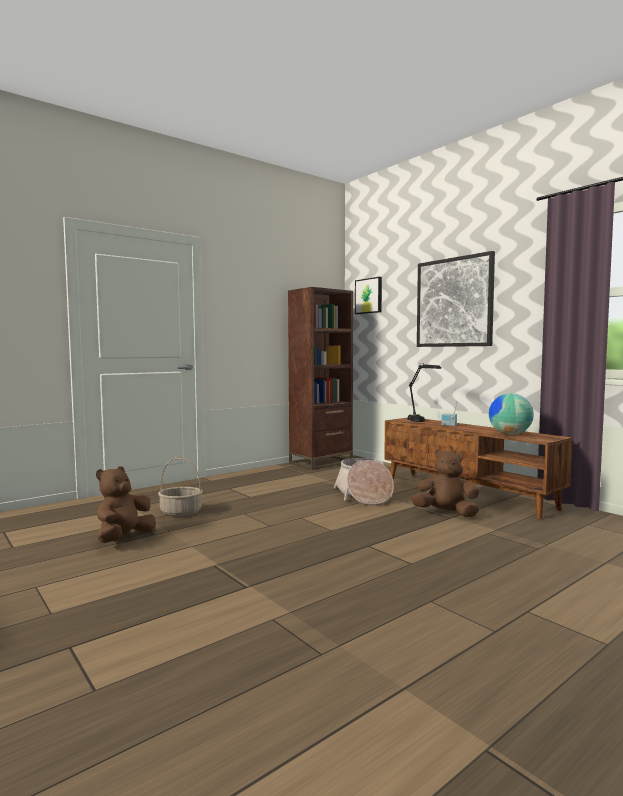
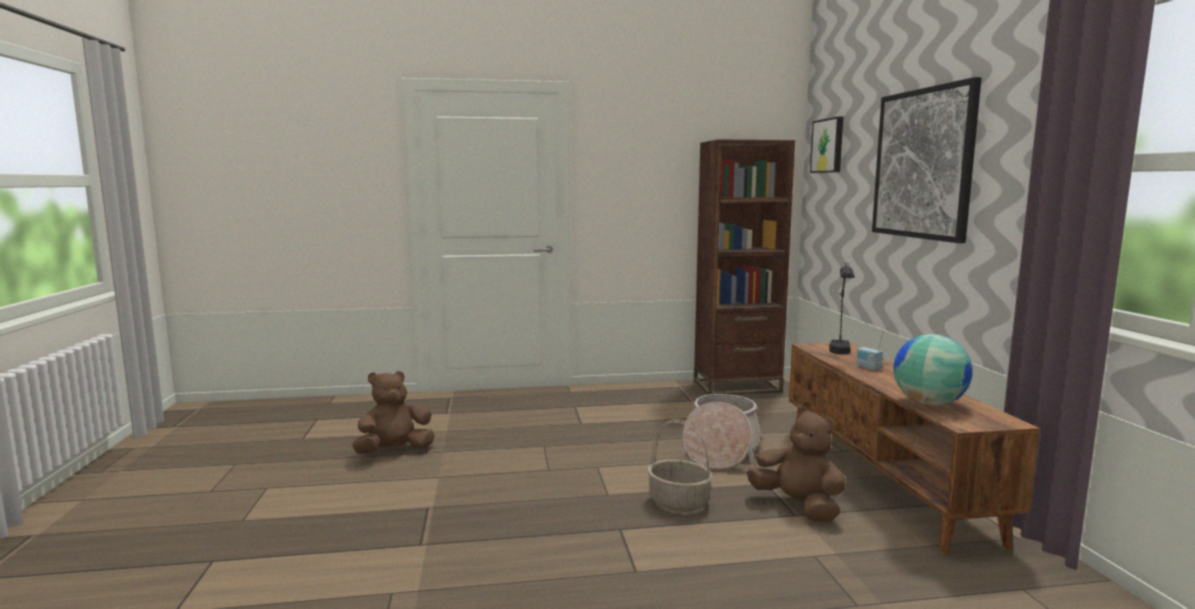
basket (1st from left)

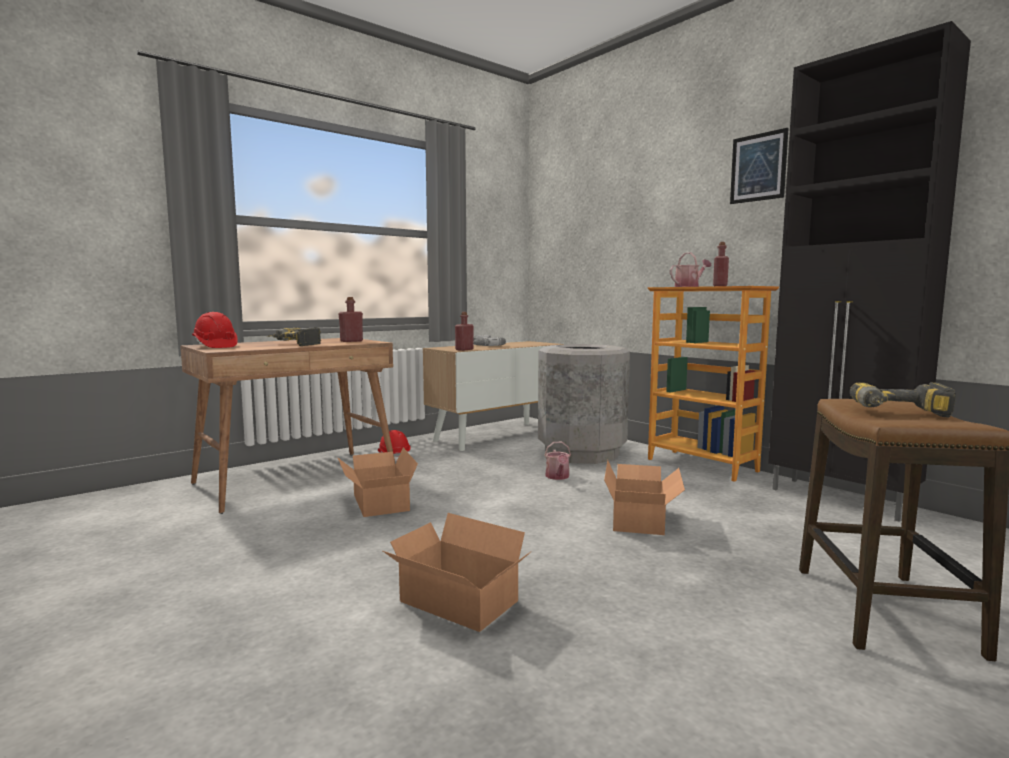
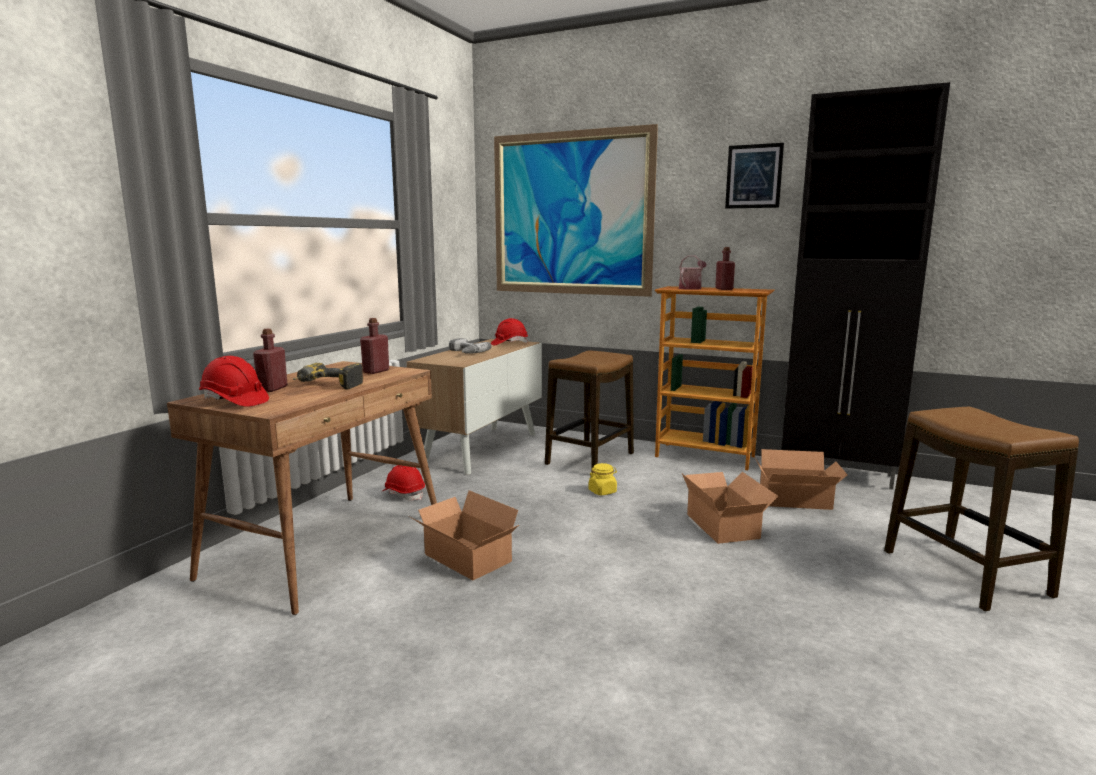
power drill (3rd from left in the first image); hard hat in red (3rd from left); picture (1st from left); cardboard box (3rd from left); bottle in red (1st from left); stool (1st from left); jar in yellow

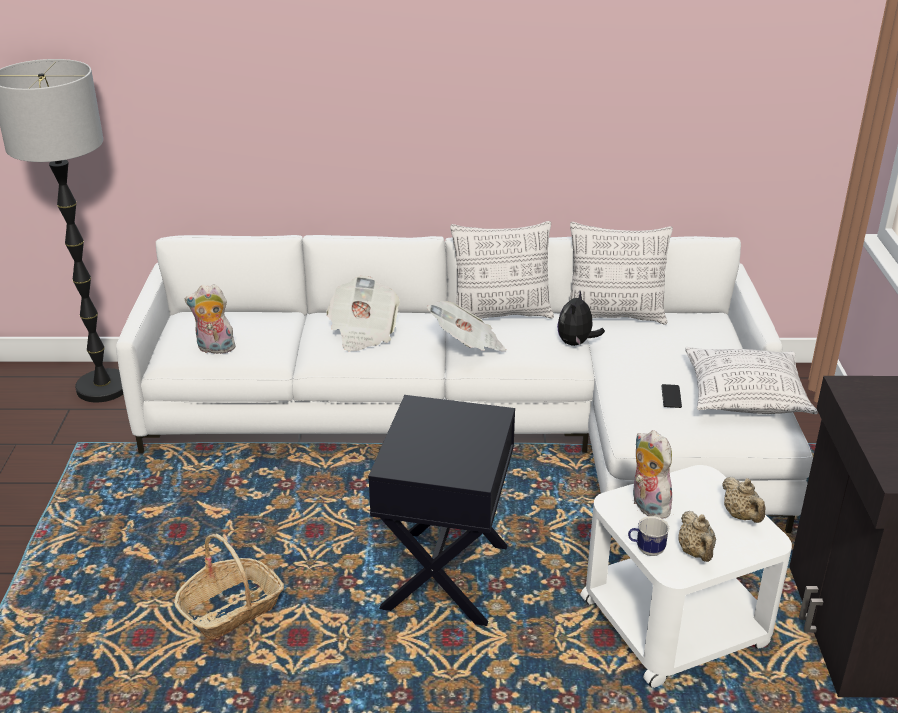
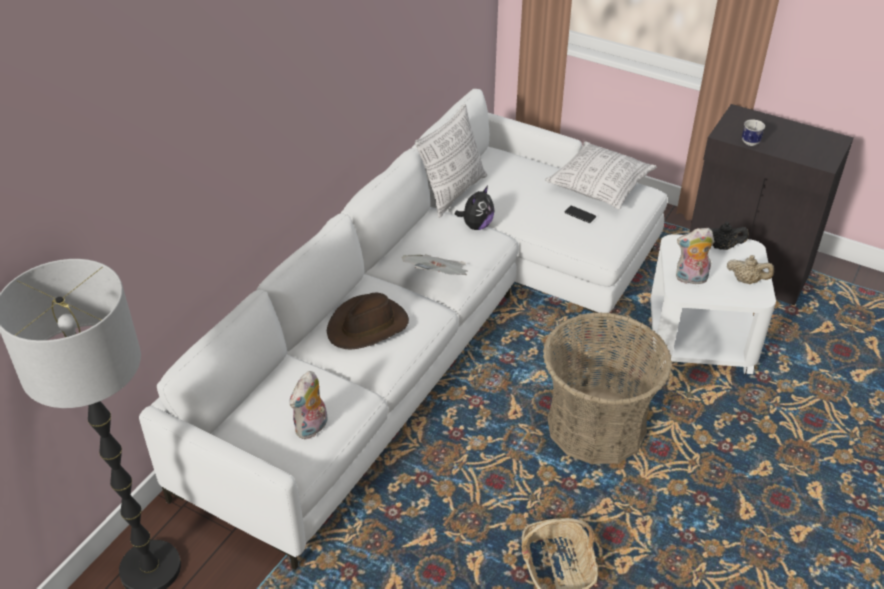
pillow (1st from left in the first image); mug; hat in brown; basket (2nd from left); teapot in black; plush toy (2nd from left)

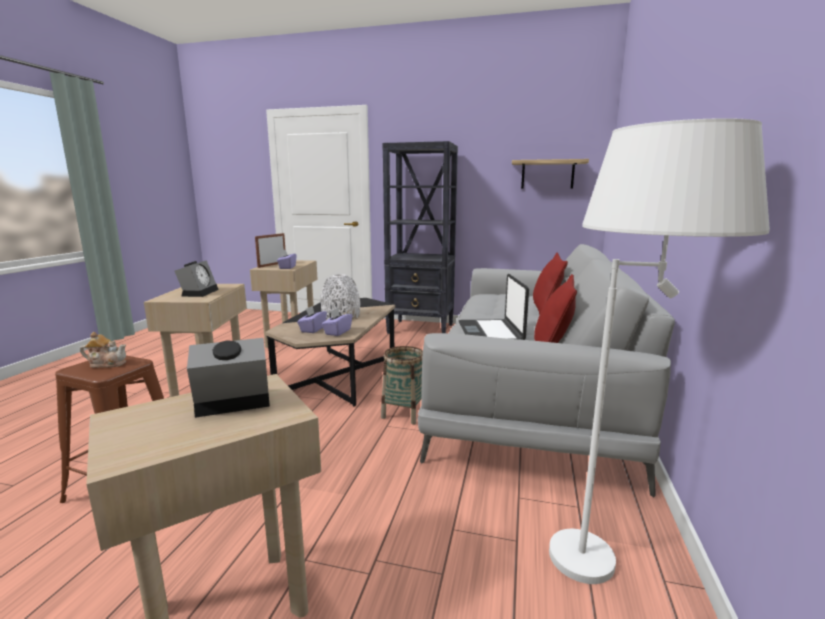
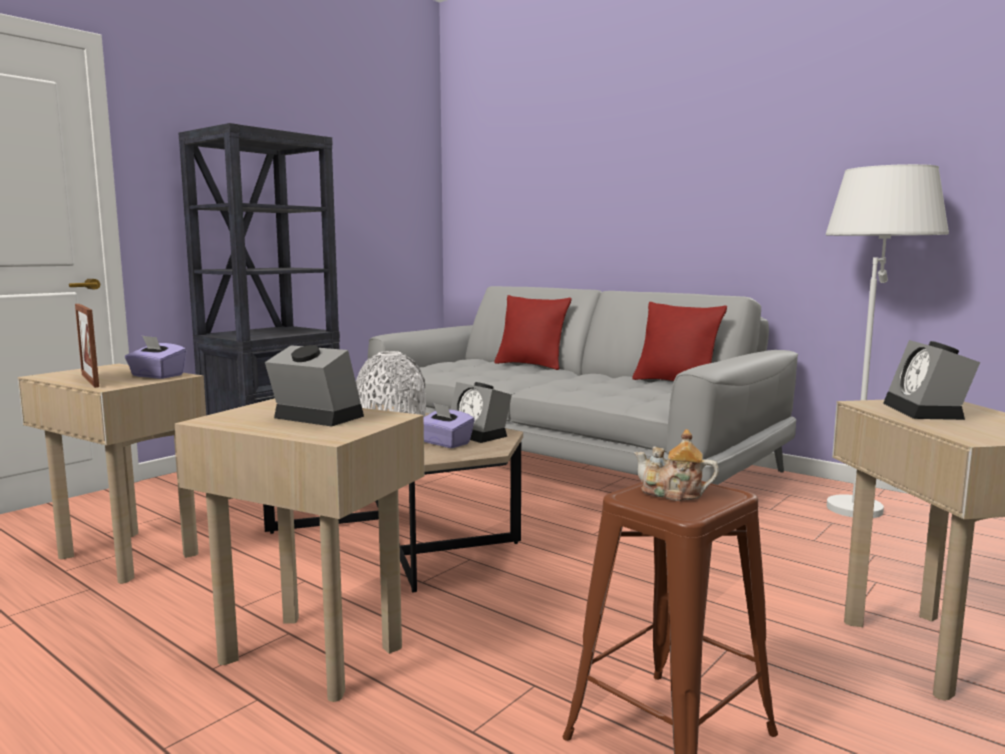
basket; laptop; shelf; alarm clock (2nd from left); teapot

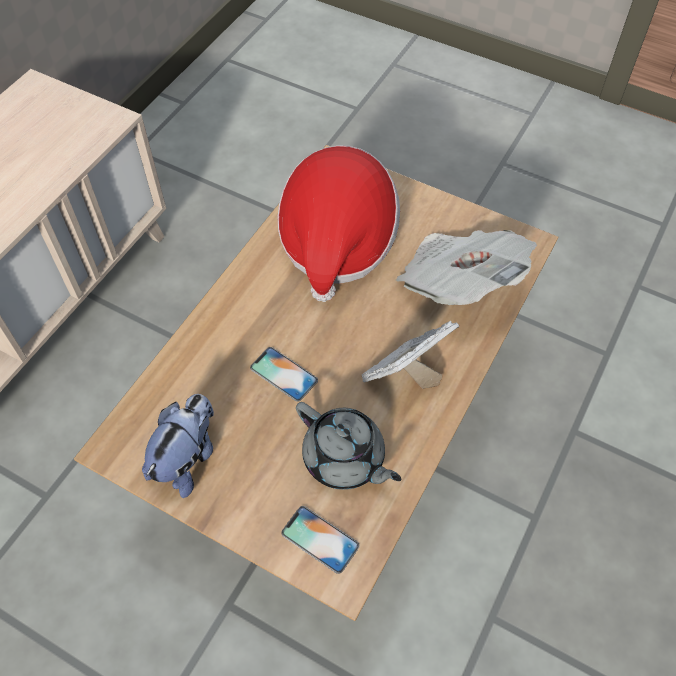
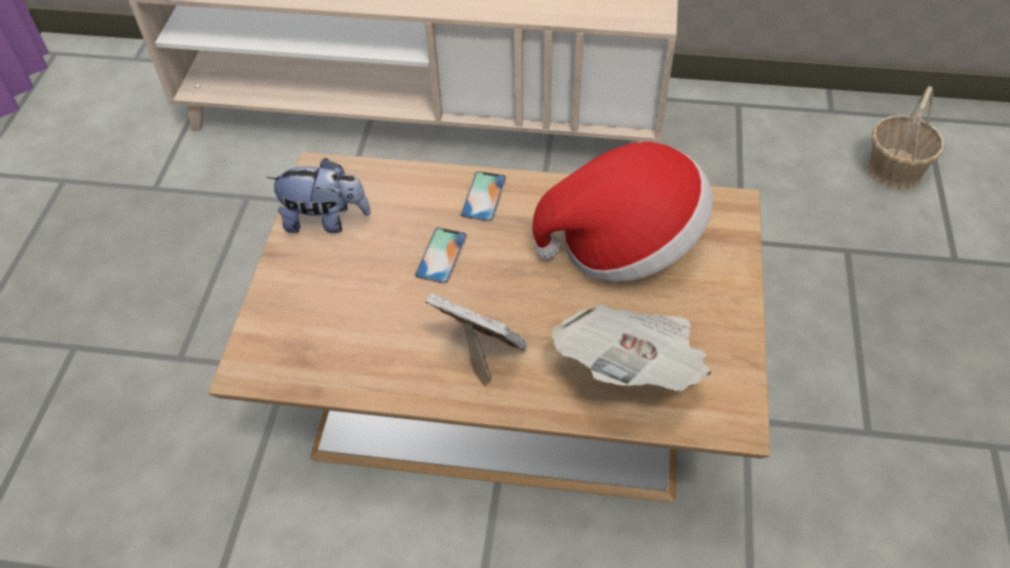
teapot in grey; basket; phone (2nd from left)

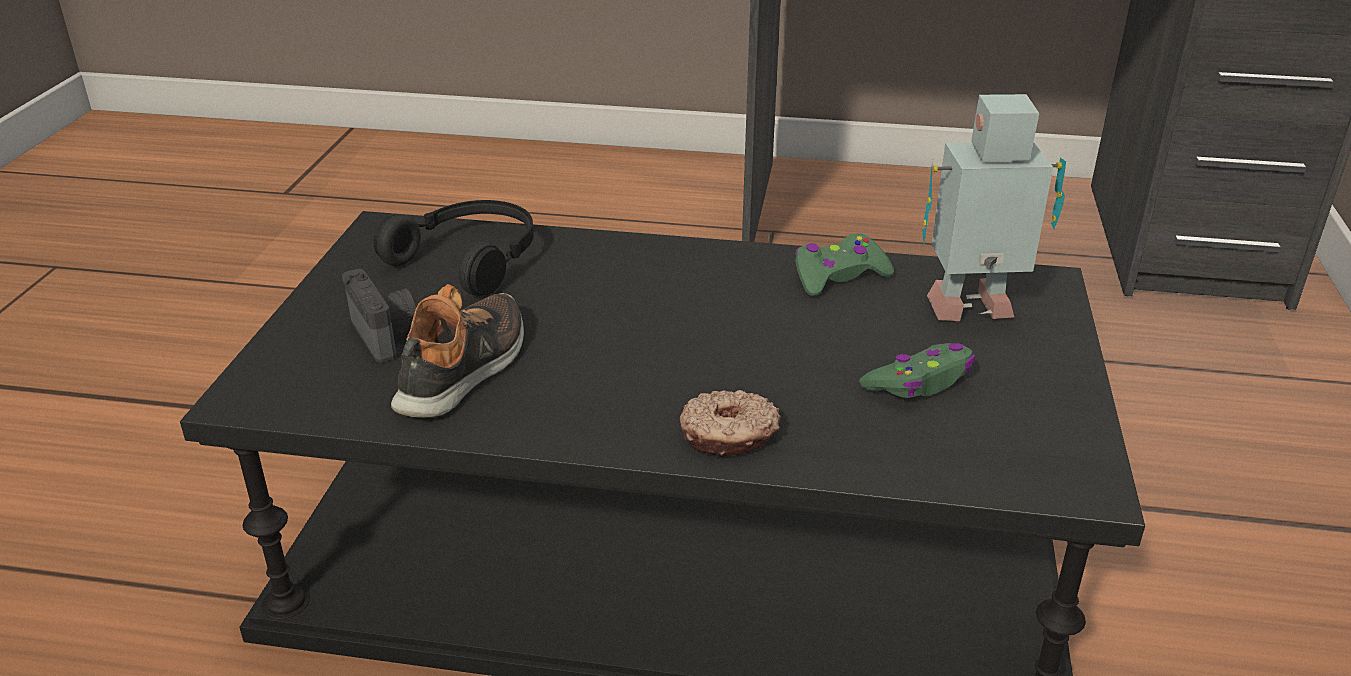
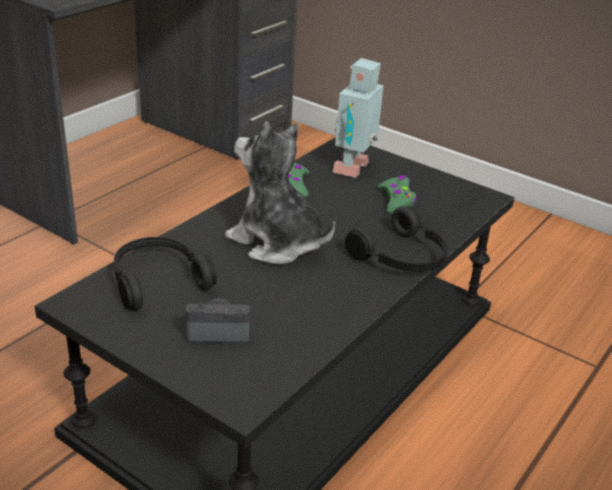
shoe; plush toy; headphones in black (2nd from left)

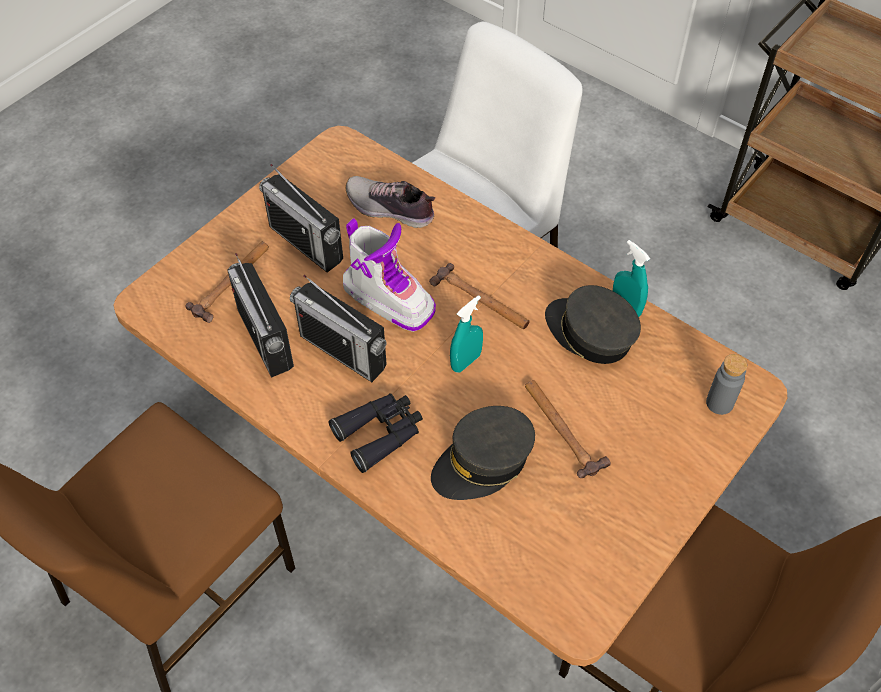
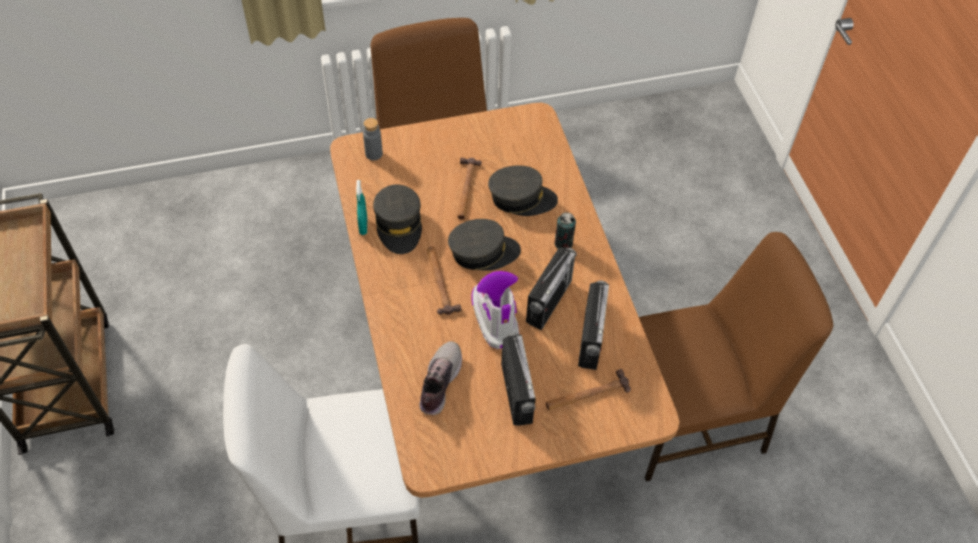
can; cap in grey (2nd from left); radio (2nd from left); shoe

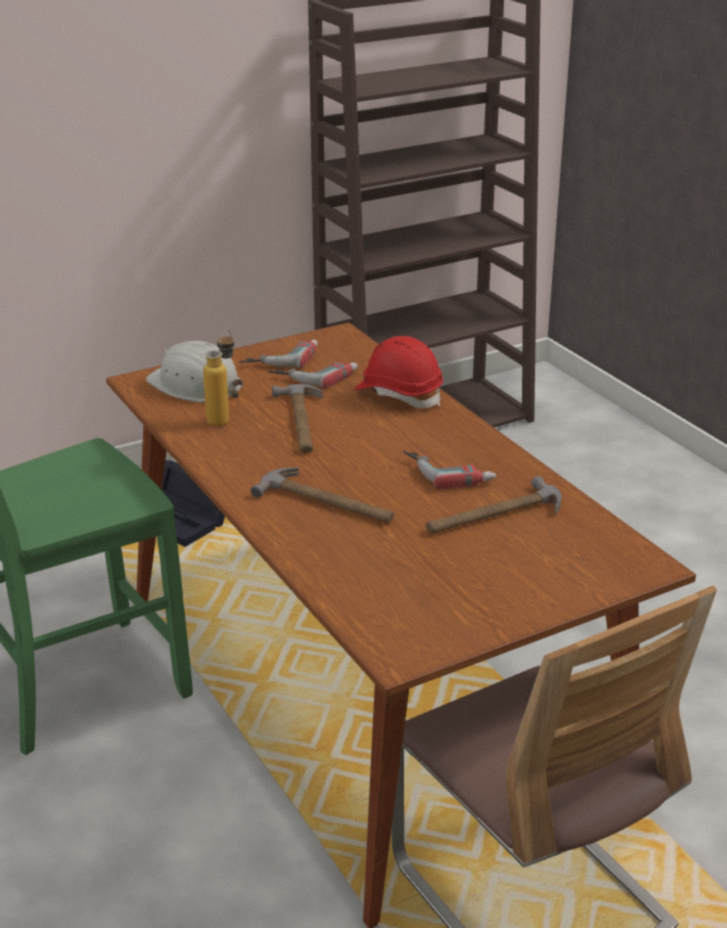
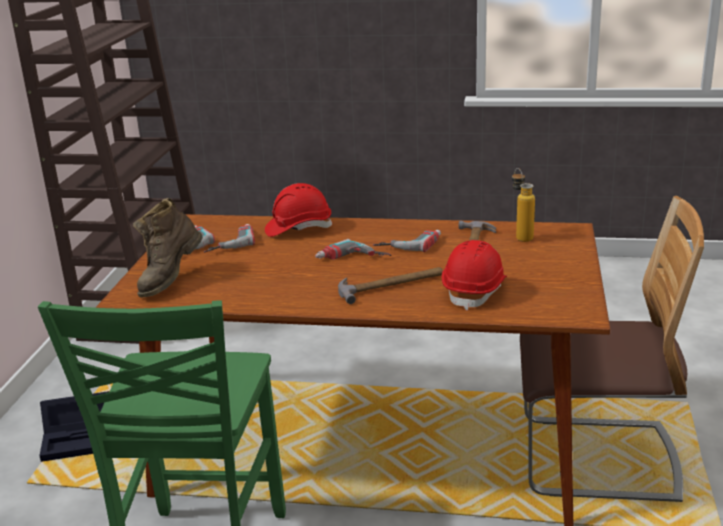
hammer (1st from left in the first image); power drill (3rd from left); hard hat in red (2nd from left); bottle; boot in brown

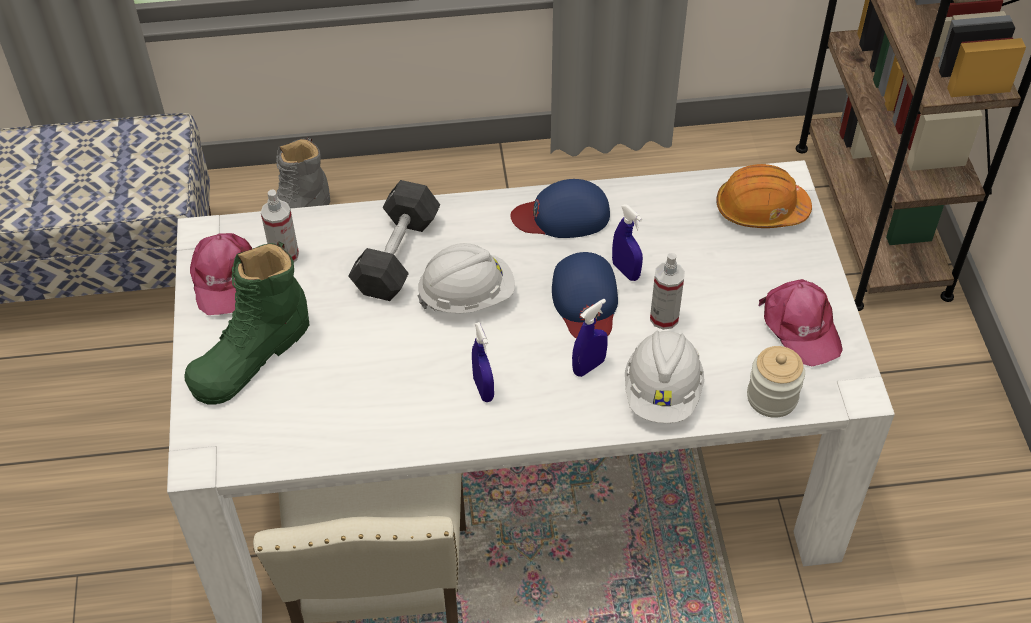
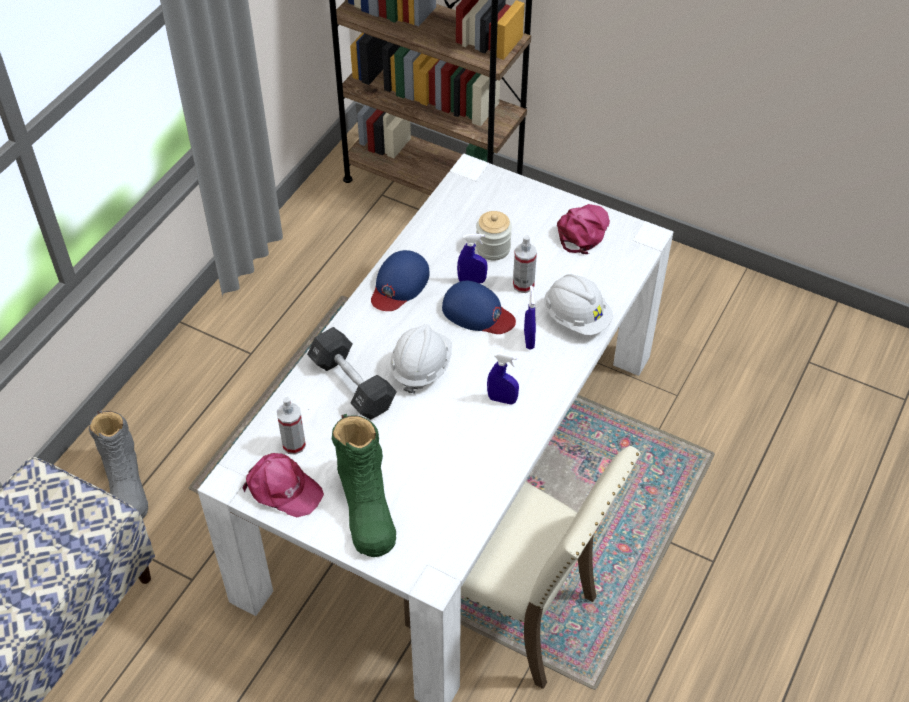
hard hat in orange; jar; cap in pink (2nd from left)

